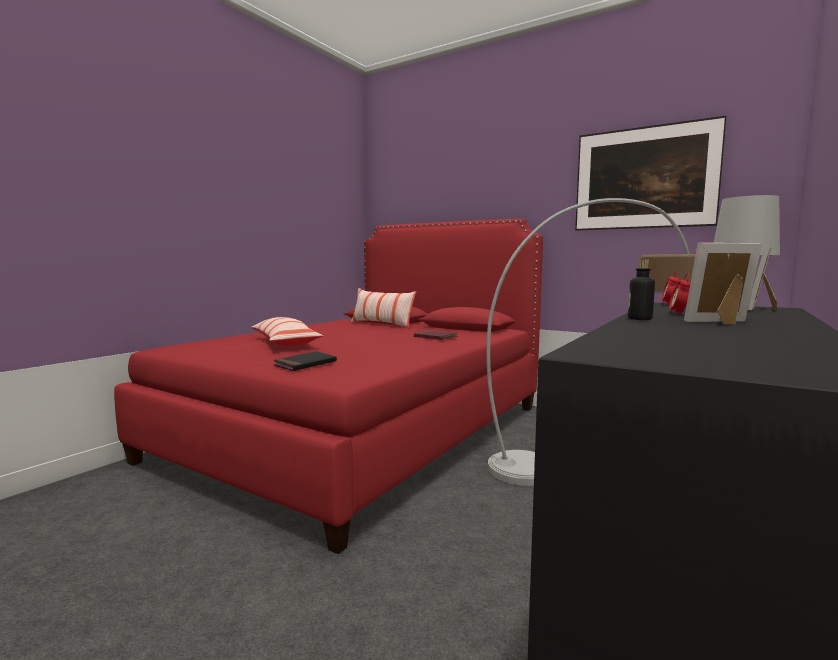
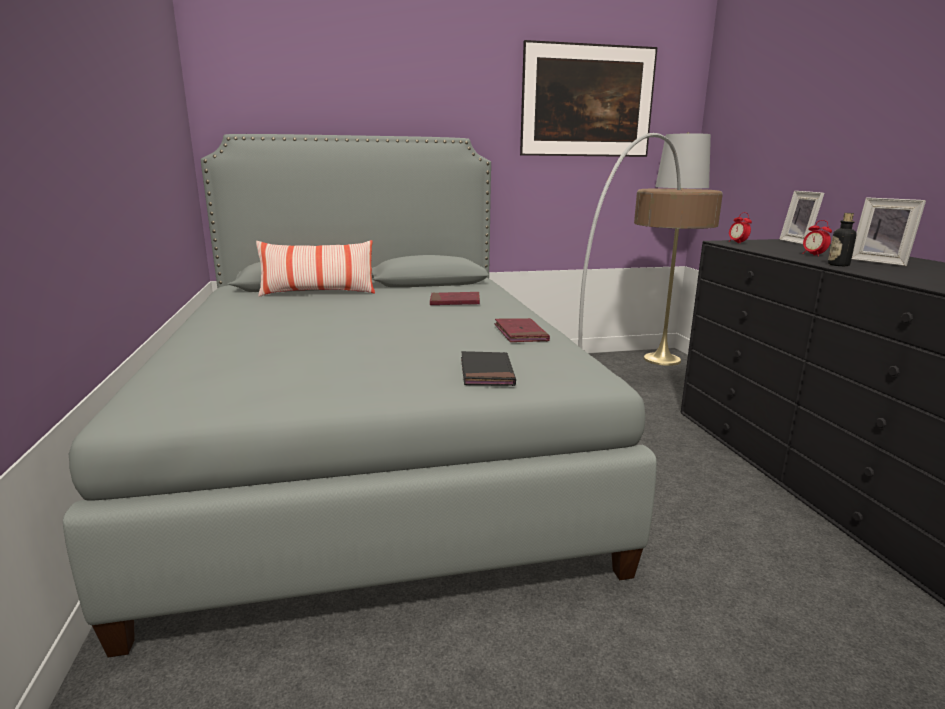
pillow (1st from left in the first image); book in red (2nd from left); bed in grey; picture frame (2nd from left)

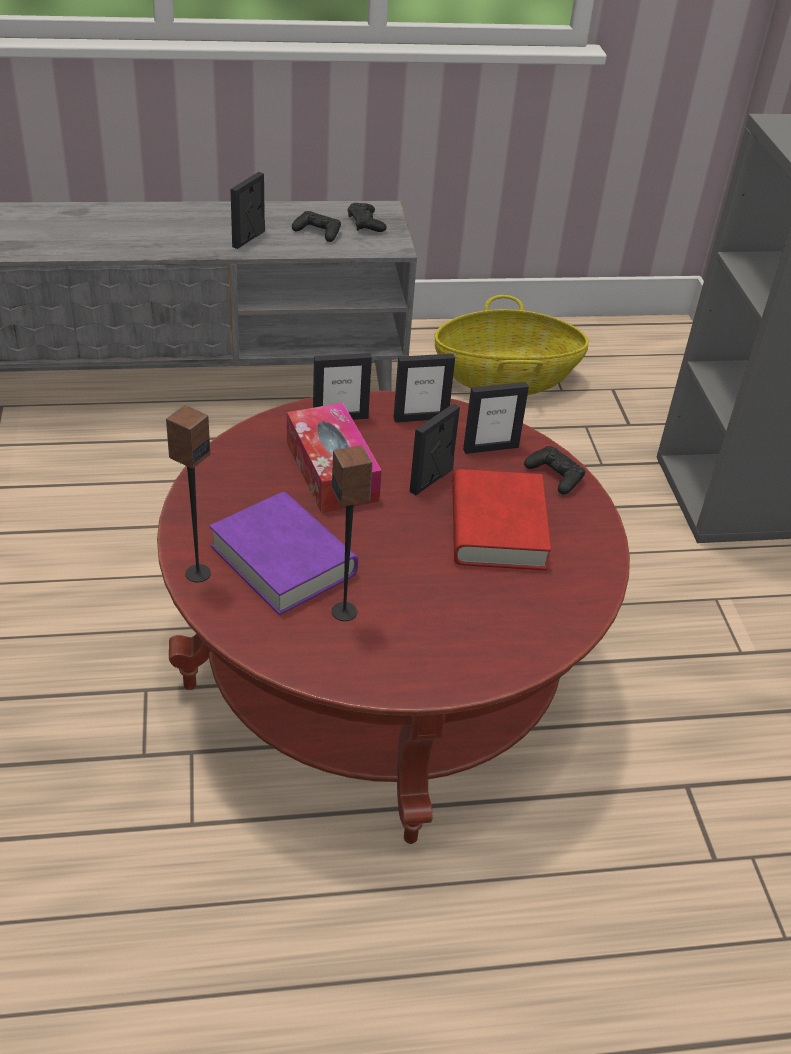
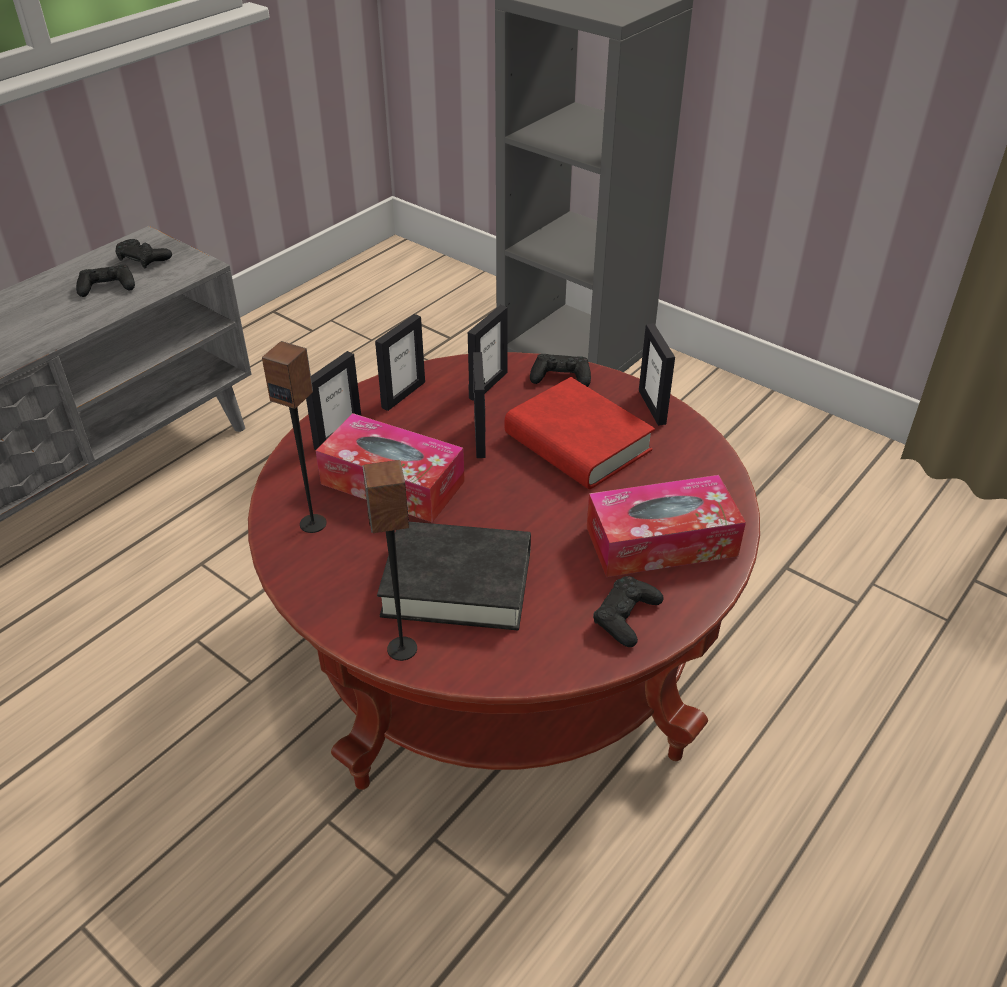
basket; tissue box (2nd from left); game controller in black (4th from left); picture frame (5th from left); speaker (1st from left); book in black

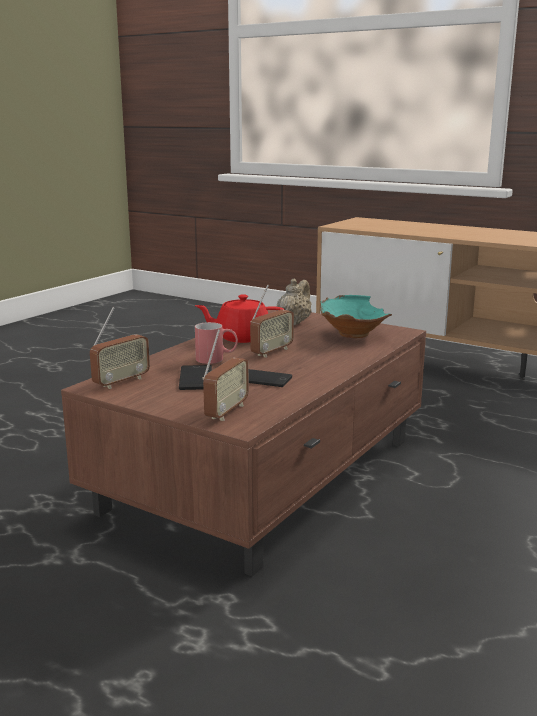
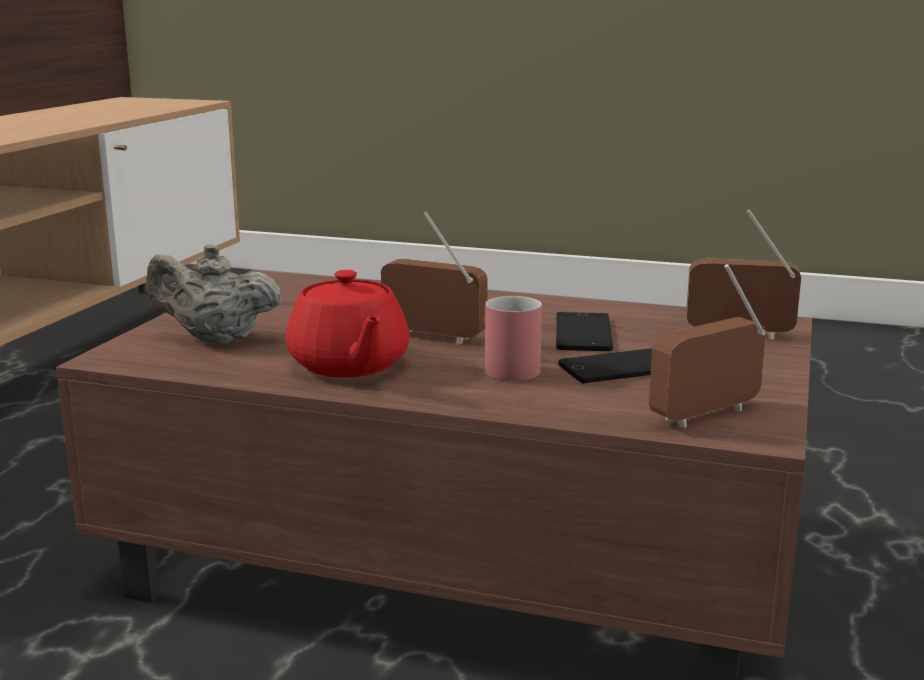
bowl in turquoise; radio (2nd from left)

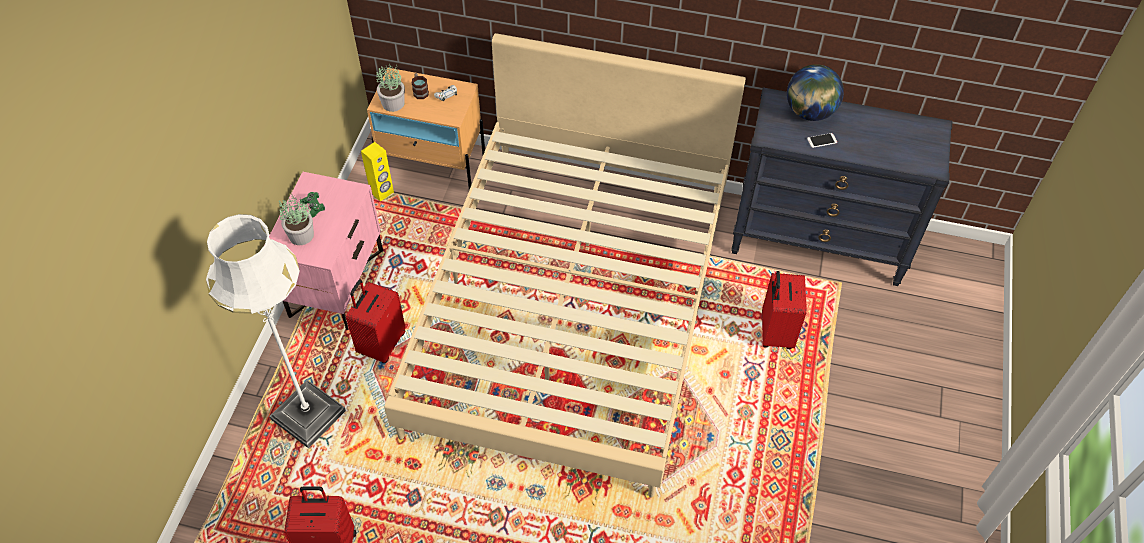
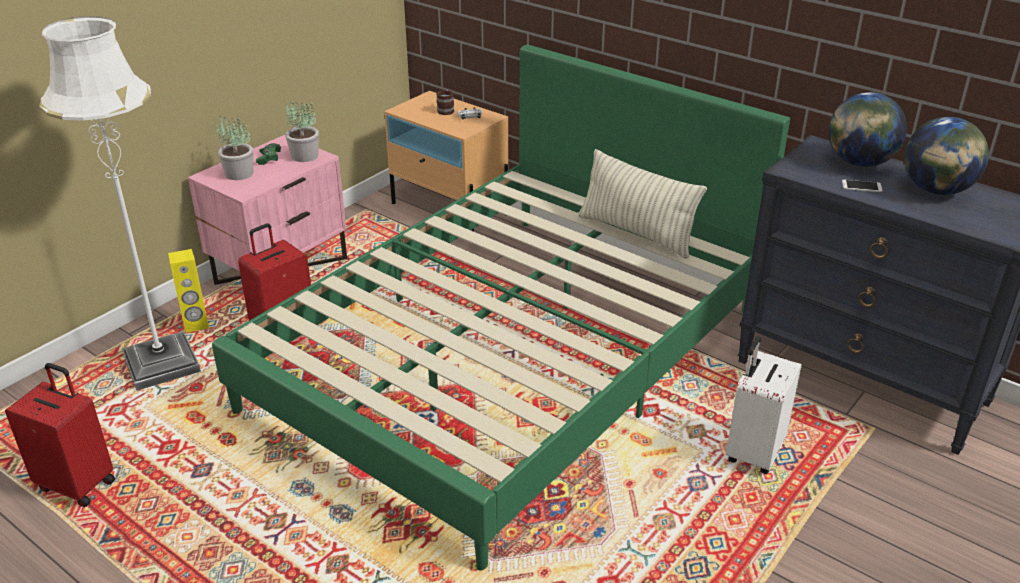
pillow; globe (2nd from left); speaker in yellow; potted plant (2nd from left); bed in green; suitcase in white

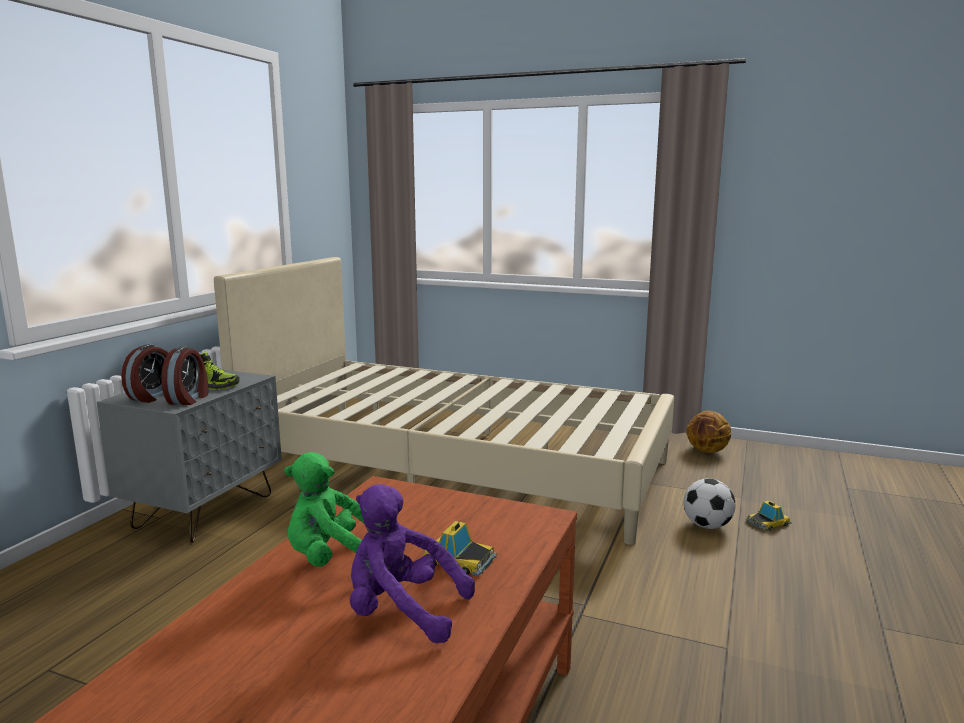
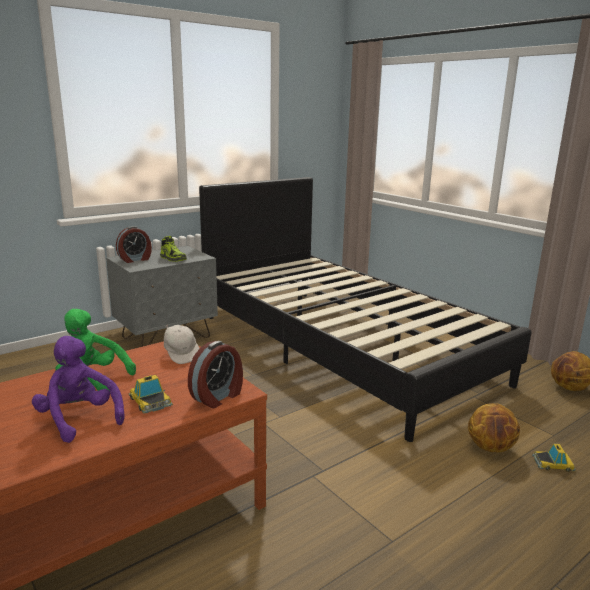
cap in white; alarm clock (2nd from left); basketball (1st from left); bed in black

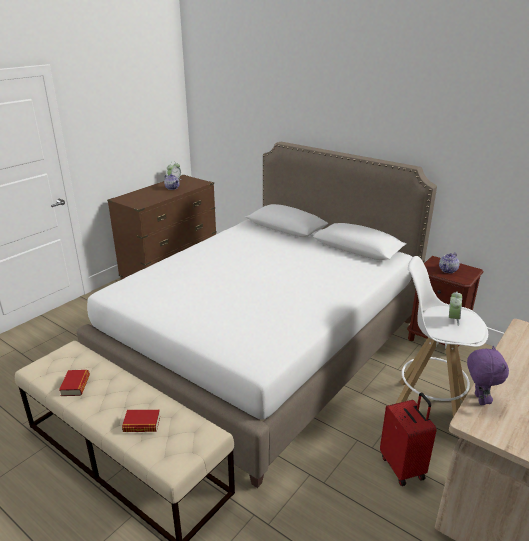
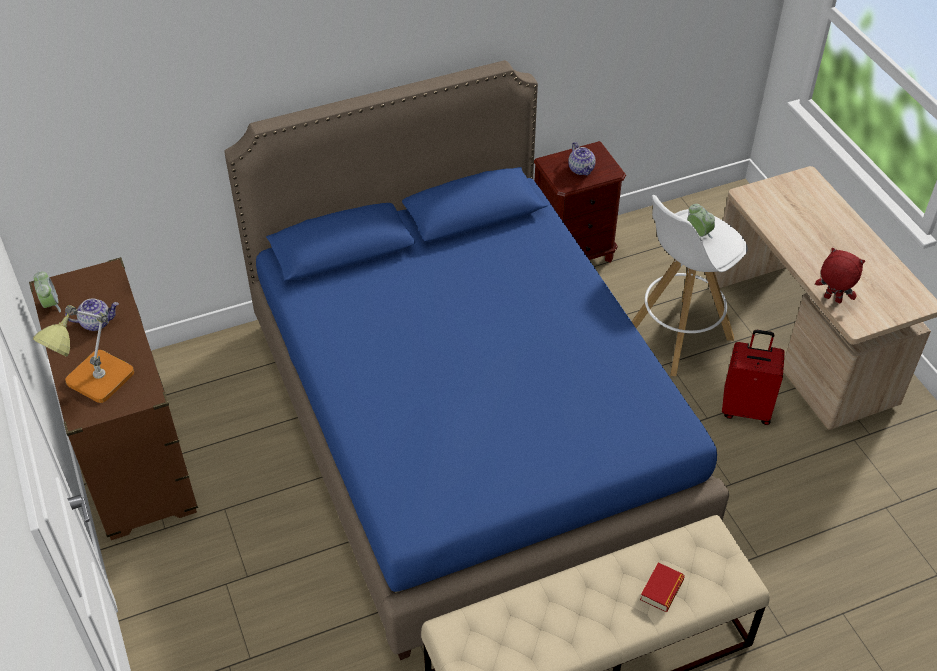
book (1st from left in the first image); table lamp; bed in blue; plush toy in red

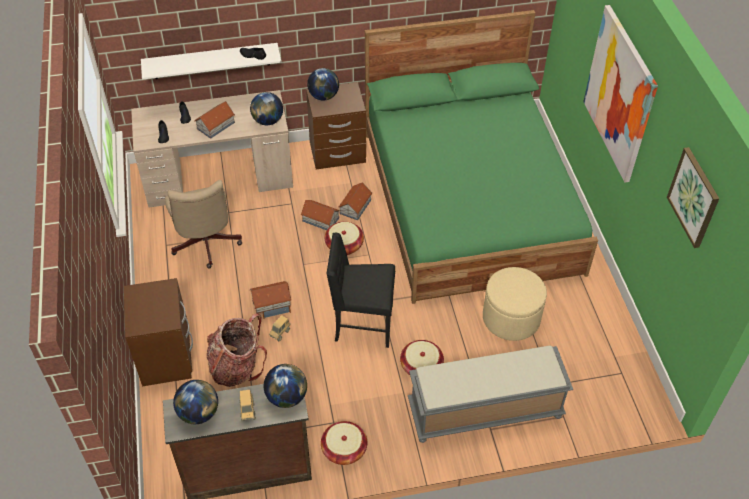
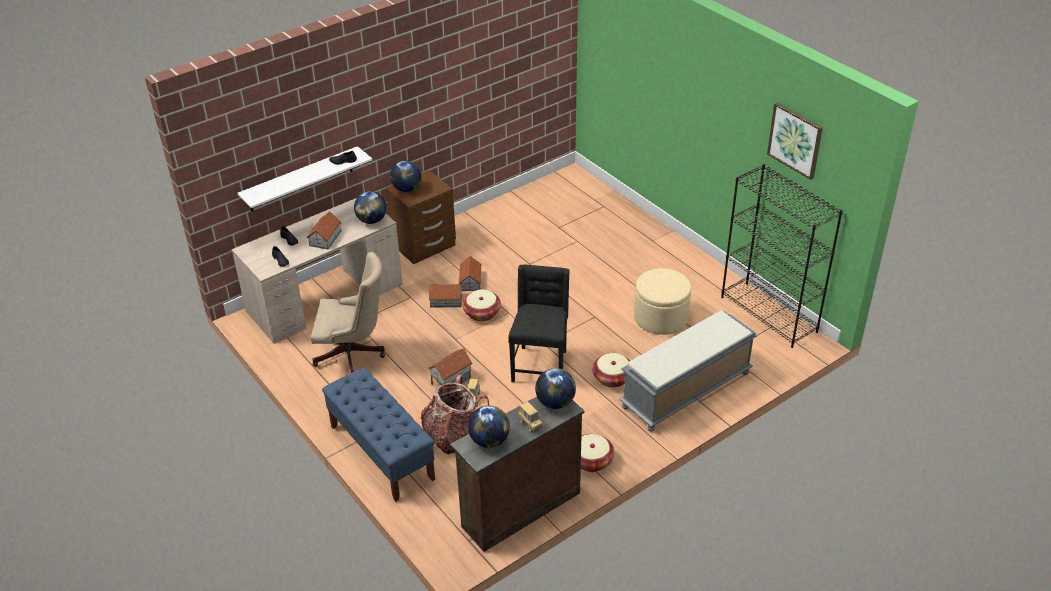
bed in green; picture (1st from left in the first image); bookcase in black; bench in blue; office chair in beige; chair in black

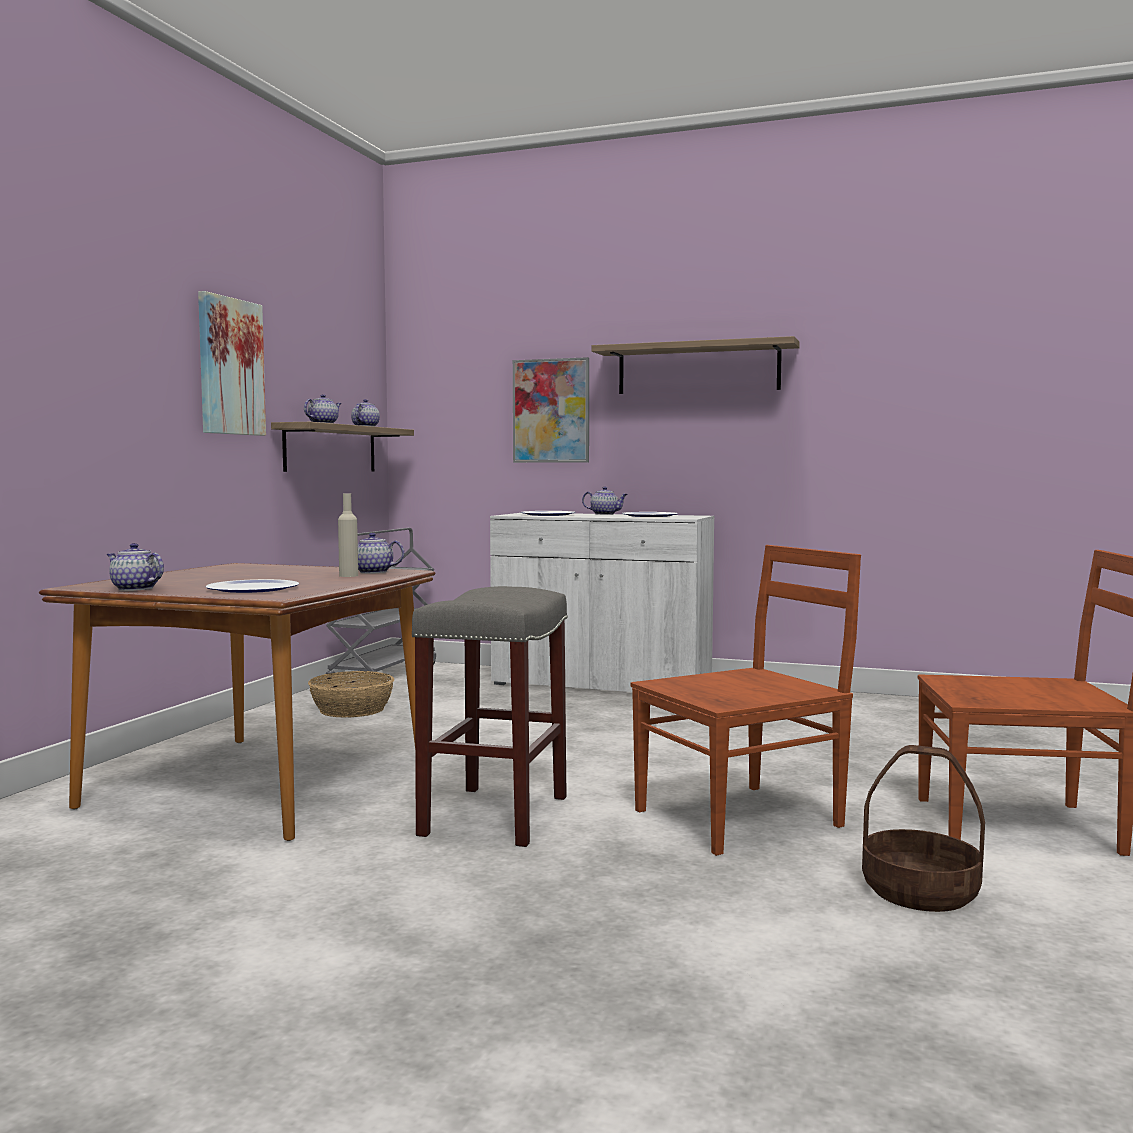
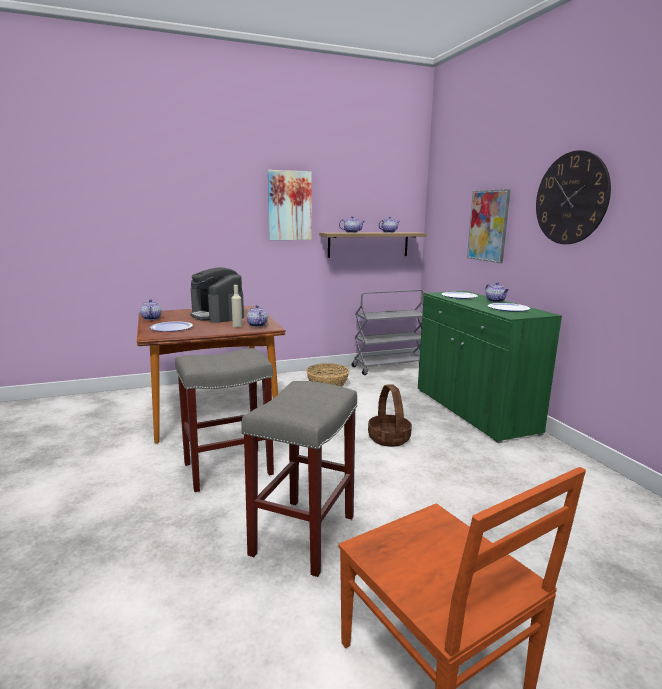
coffee machine; basket (2nd from left); wall clock; stool in grey (2nd from left); cabinet in green

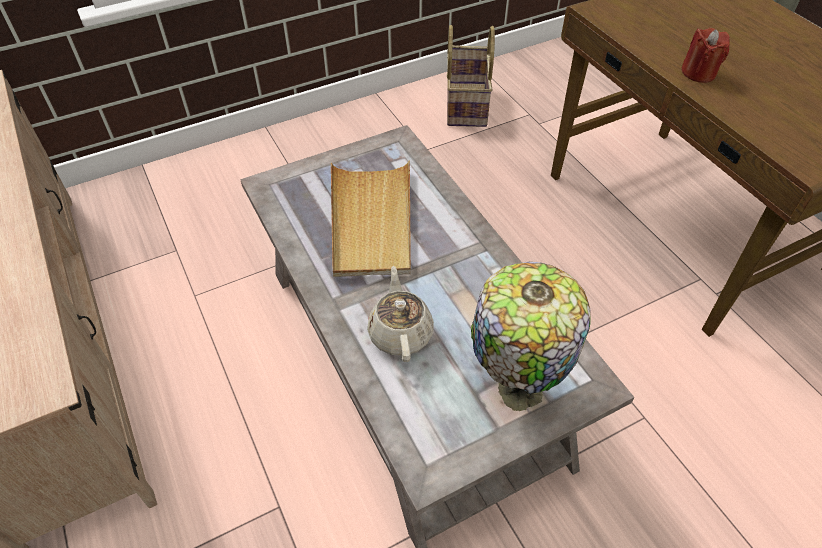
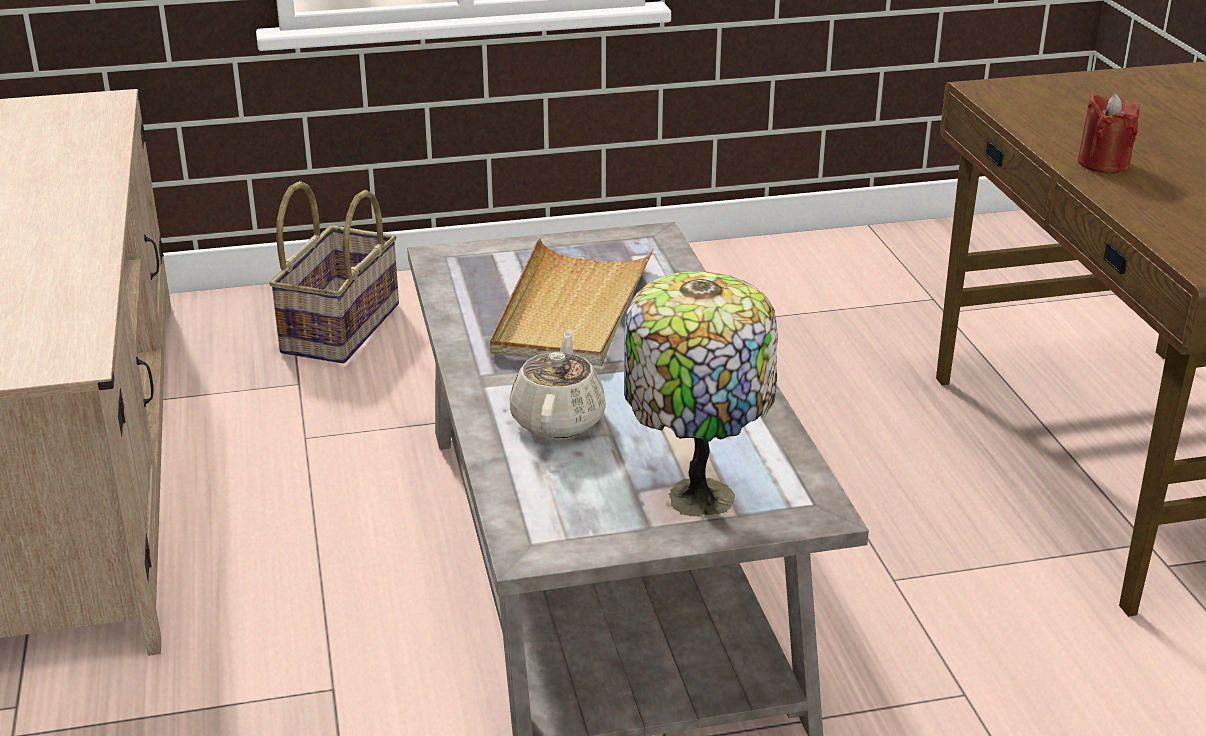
basket

